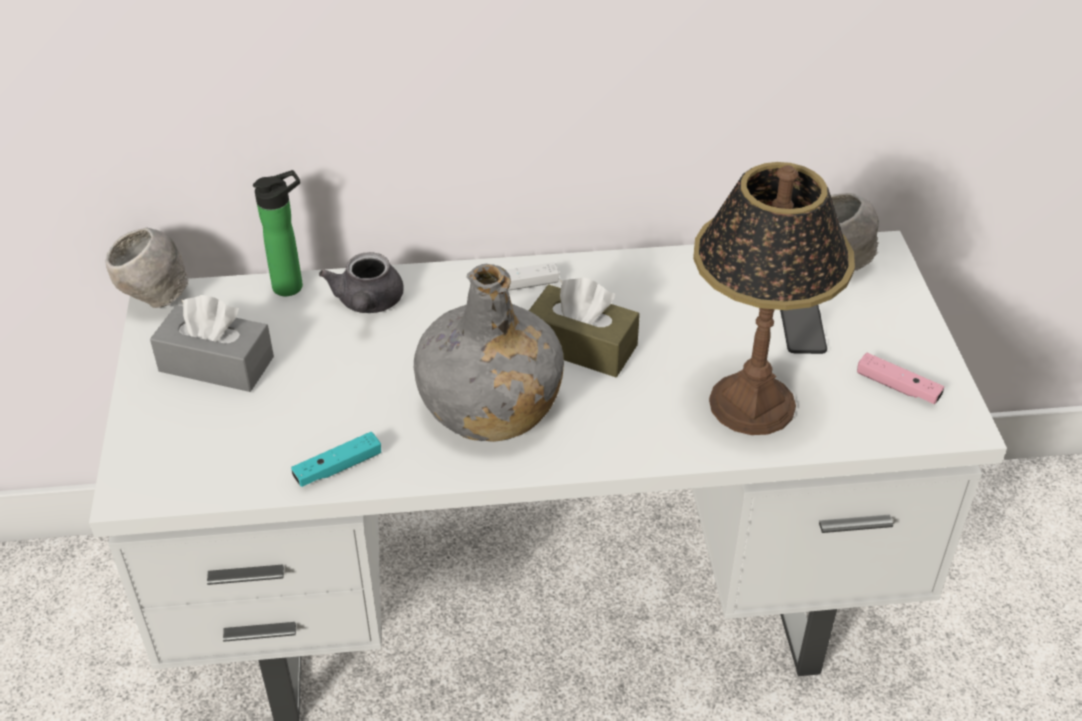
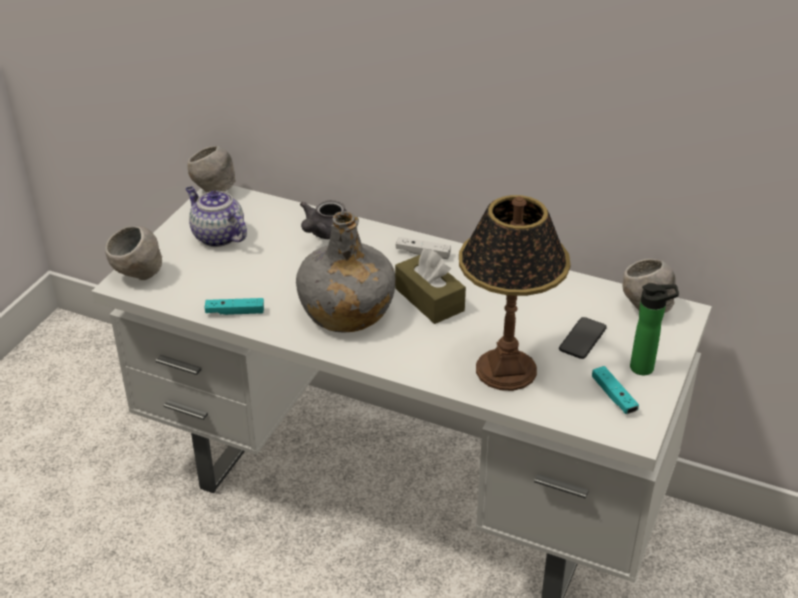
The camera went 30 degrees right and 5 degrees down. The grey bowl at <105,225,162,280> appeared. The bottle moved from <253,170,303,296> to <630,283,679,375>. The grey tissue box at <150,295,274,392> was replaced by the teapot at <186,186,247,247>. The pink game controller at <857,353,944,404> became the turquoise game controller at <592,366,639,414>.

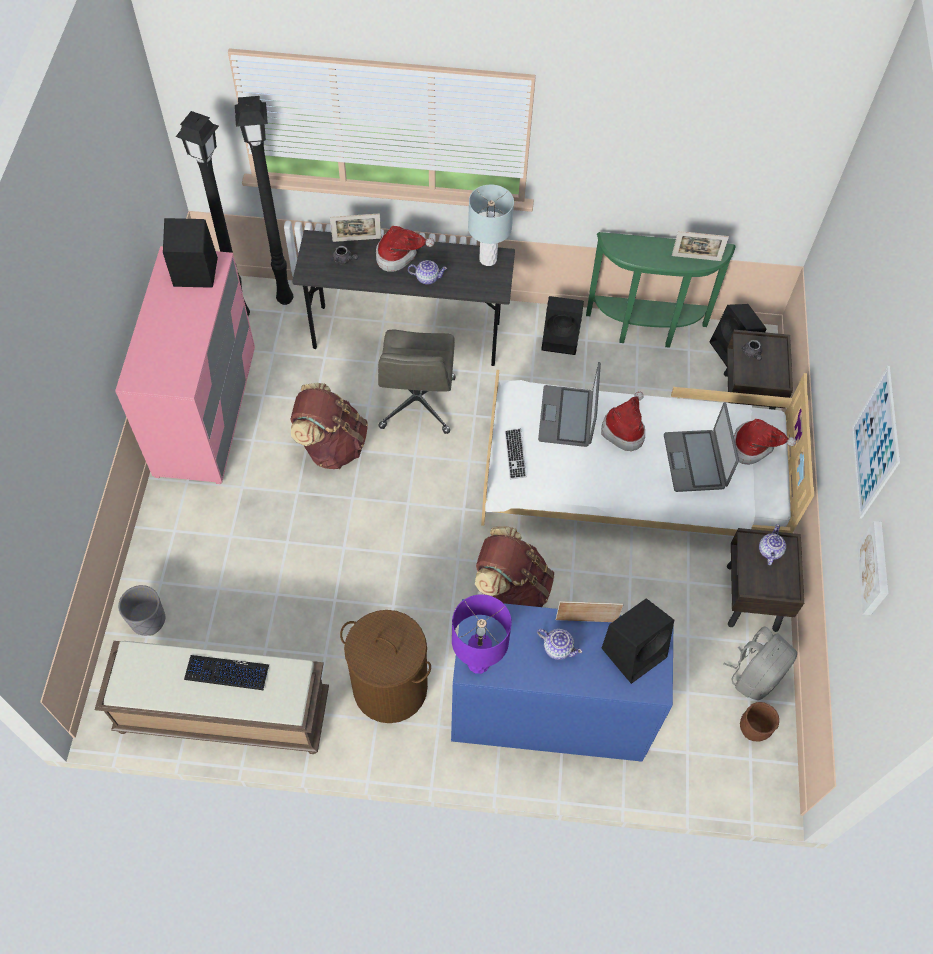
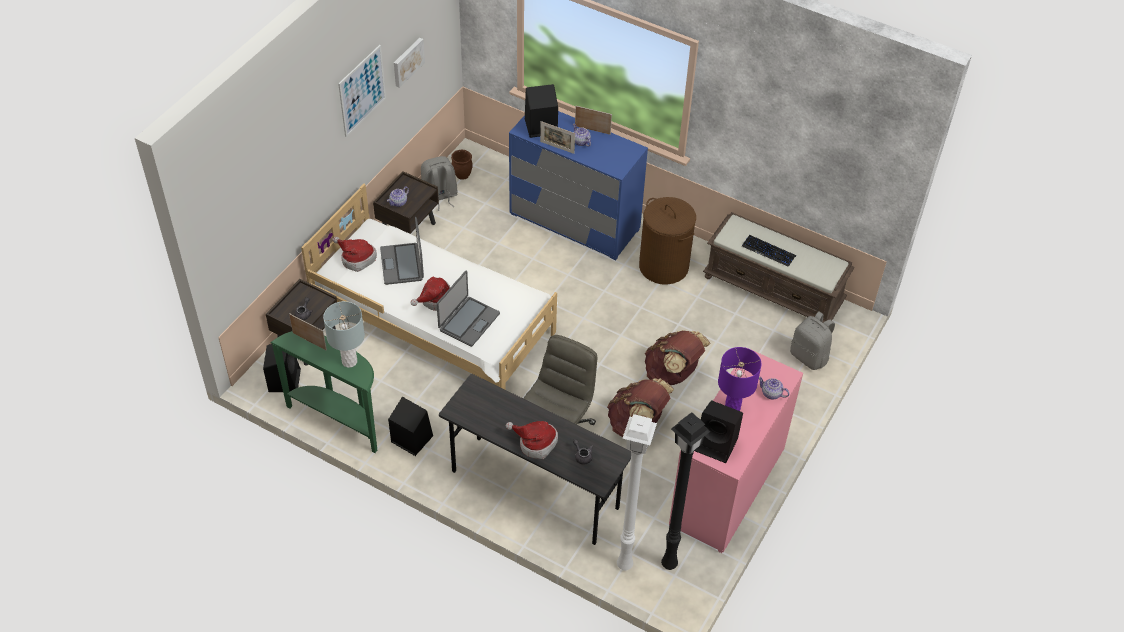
The camera went 155 degrees left and 10 degrees down. The keyboard at <505,429,527,480> disappeared. The picture frame moved from <330,213,381,242> to <575,106,612,135>. The teapot moved from <408,260,447,284> to <759,377,789,400>. The purple table lamp moved from <452,594,512,674> to <718,347,762,411>. The grey table lamp moved from <468,185,514,266> to <323,301,365,368>. The brown backpack moved from <475,526,554,607> to <645,330,710,385>. The grey planter at <118,585,165,636> was replaced by the grey backpack at <790,311,835,370>. The black floor lamp at <235,96,293,305> became the white floor lamp at <617,414,657,571>. The laptop at <664,402,739,492> turned 150 degrees clockwise.

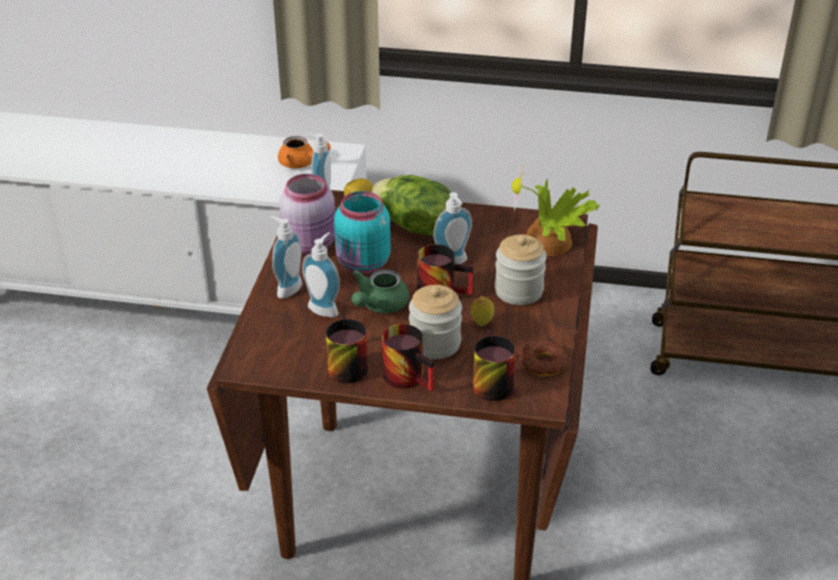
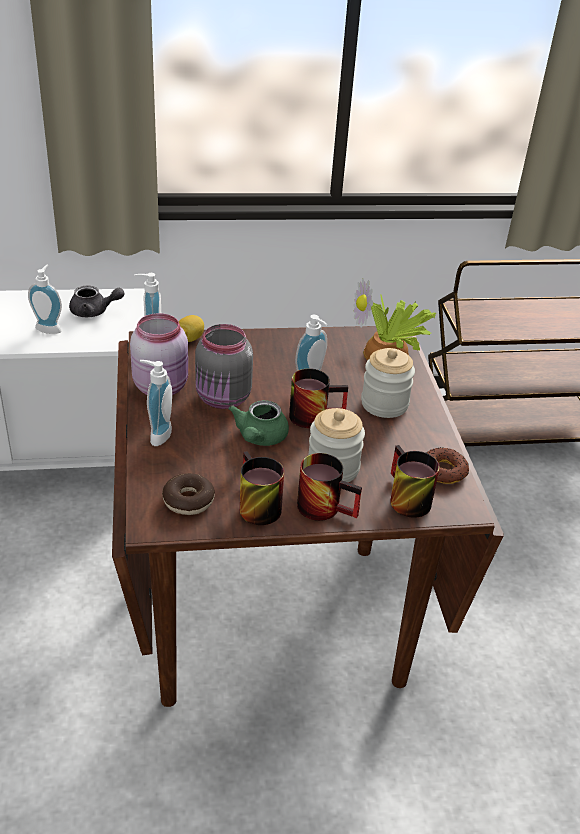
The camera went 20 degrees left and 0 degrees up. The lettuce at <372,175,451,237> disappeared. The lemon at <471,296,494,326> disappeared. The donut at <162,473,215,515> appeared. The soap dispenser moved from <302,232,340,317> to <28,265,62,334>. The orange teapot at <278,136,330,168> became the grey teapot at <69,286,124,317>. The turquoise jar at <334,191,391,274> became the grey jar at <195,324,253,409>.

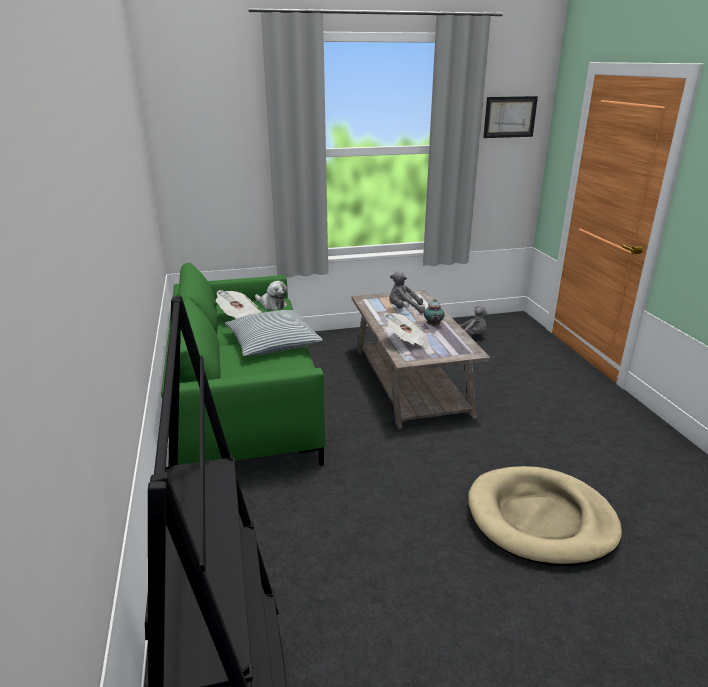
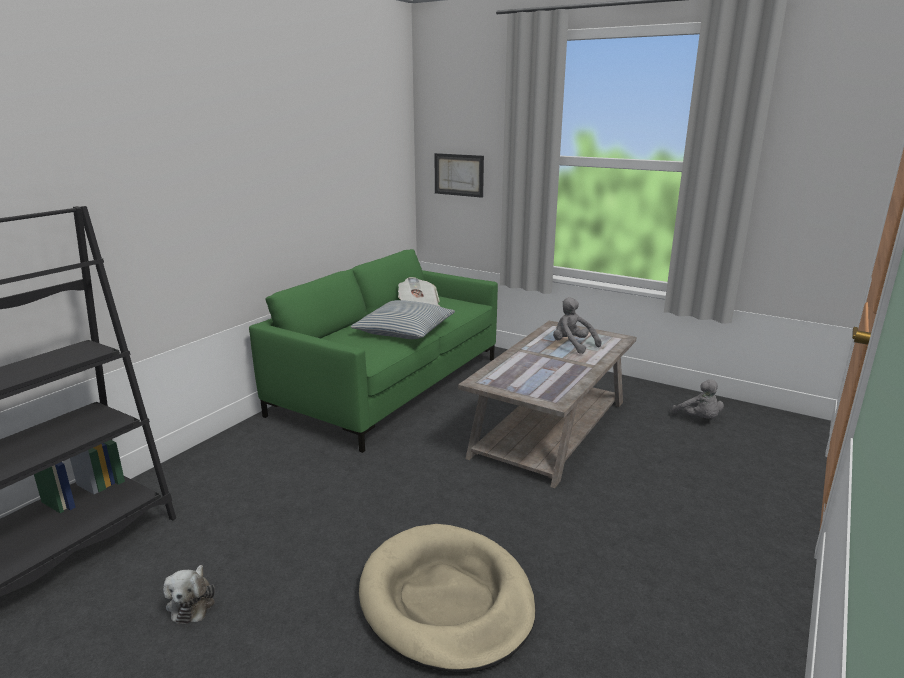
The camera went 45 degrees right and 5 degrees down. The newspaper at <384,313,430,348> disappeared. The teapot at <424,299,444,327> disappeared. The plush toy moved from <255,281,287,310> to <163,565,215,624>. The picture moved from <483,96,538,138> to <434,153,484,198>.

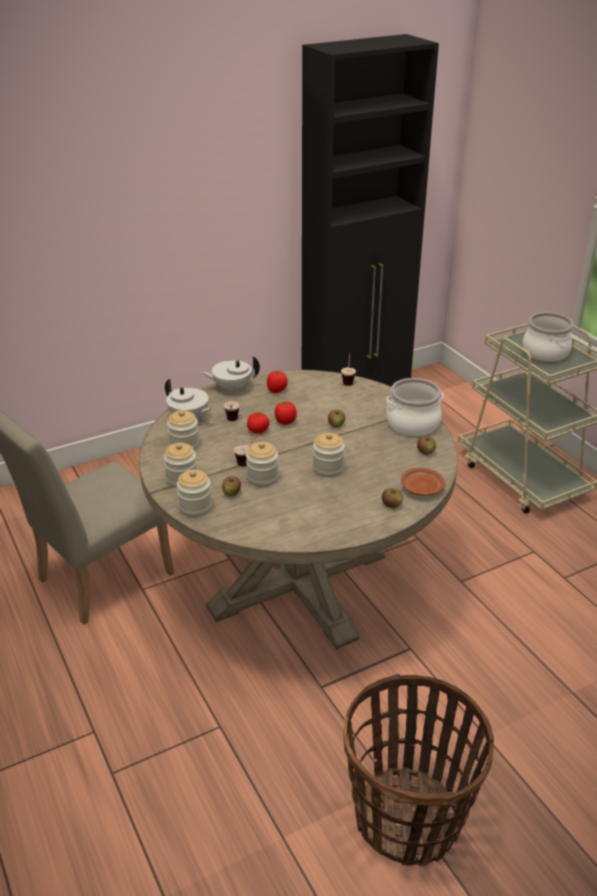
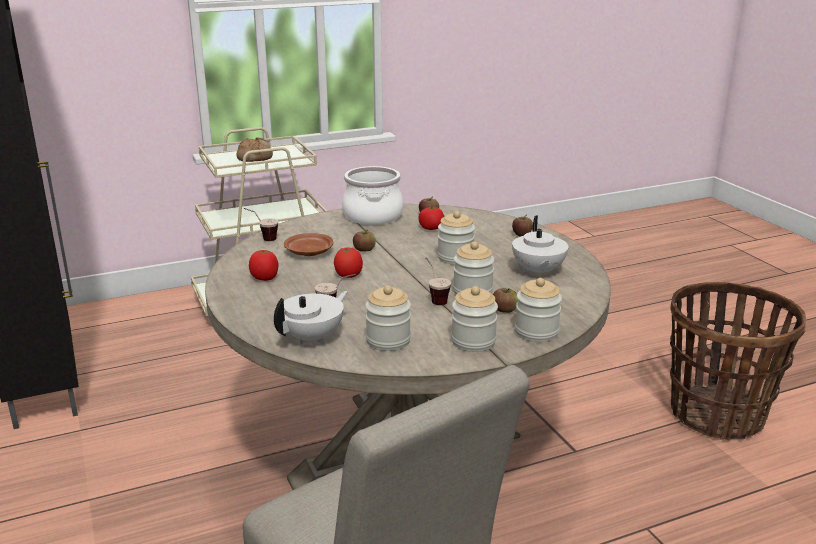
The camera went 85 degrees left and 10 degrees down. The white teapot moved from <200,356,260,393> to <512,216,569,278>. The tomato moved from <247,412,270,434> to <419,207,444,230>. The brown plate moved from <401,468,446,496> to <284,233,333,256>. The cooking pot at <522,312,574,362> was replaced by the bread at <236,137,273,162>.

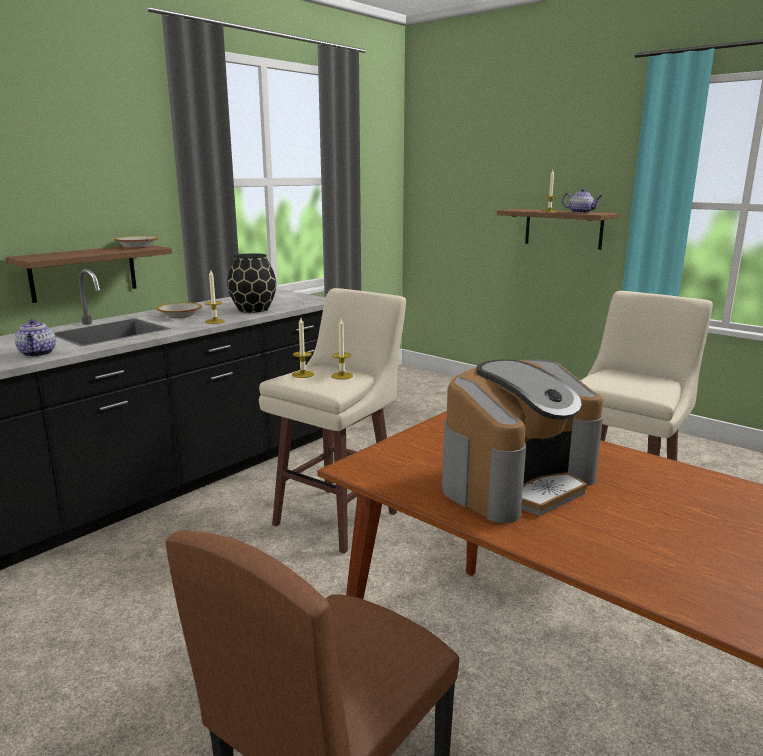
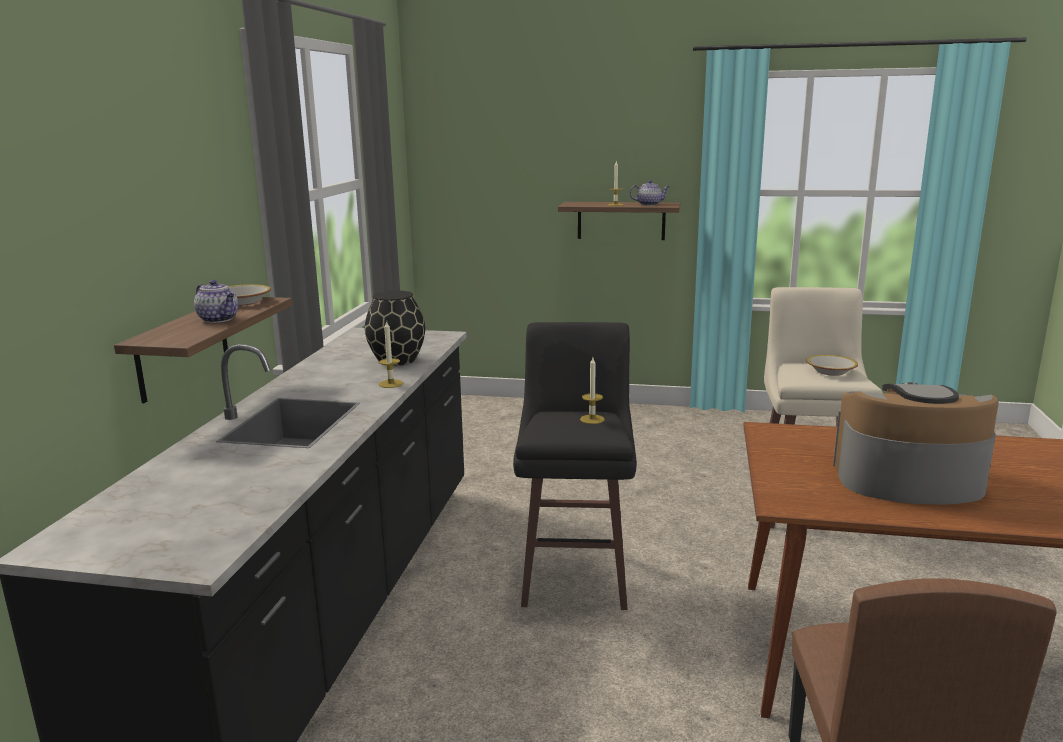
The camera went 30 degrees left and 0 degrees up. The candle at <292,318,314,378> disappeared. The teapot moved from <15,319,56,357> to <194,280,238,323>. The bowl moved from <157,302,202,318> to <806,355,858,376>. The beige stool at <259,288,406,554> became the black stool at <513,322,636,610>. The coffee machine at <442,359,603,523> turned 105 degrees counterclockwise.

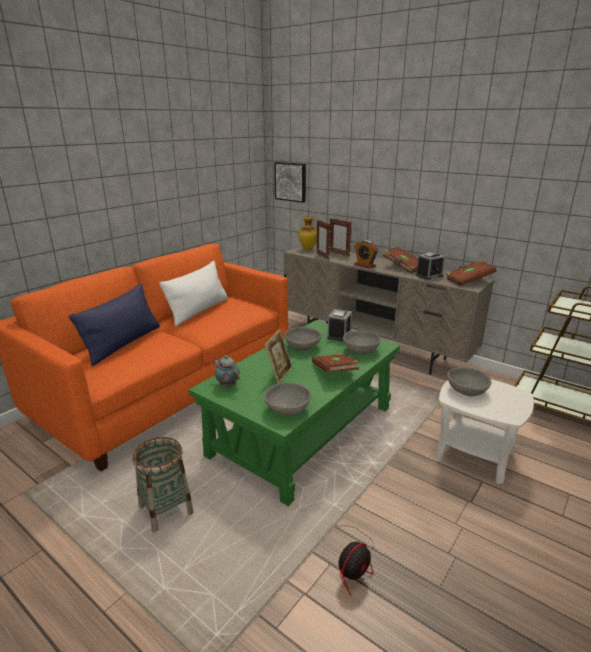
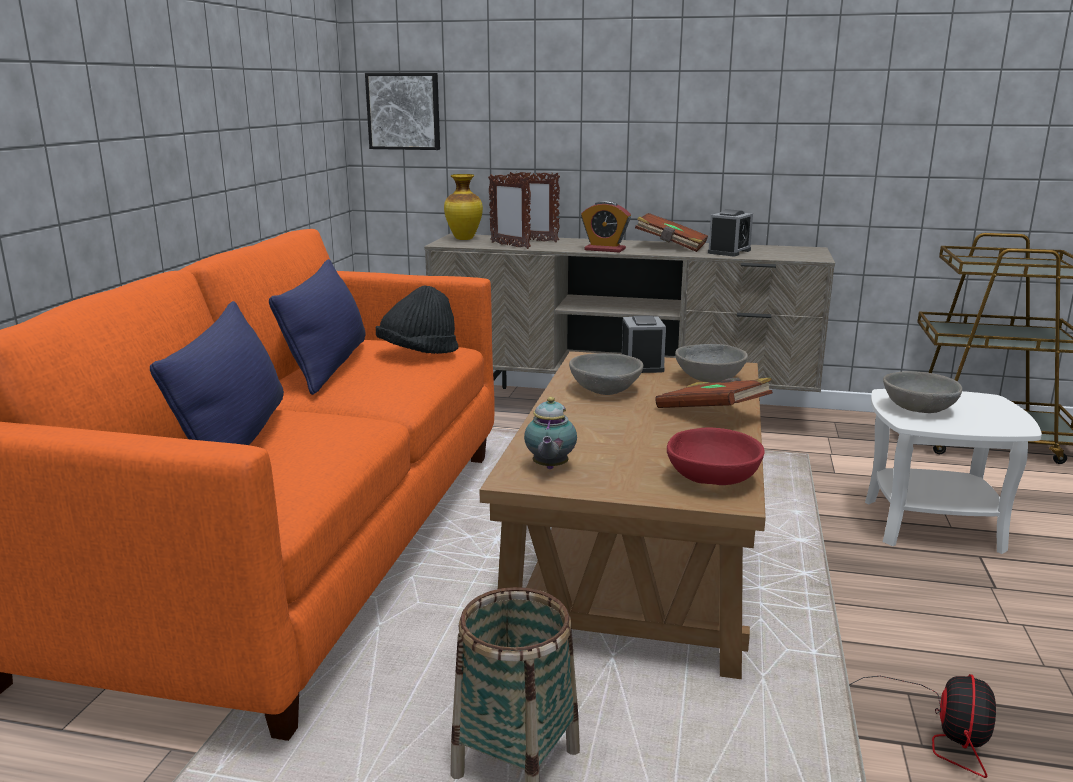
The camera went 25 degrees left and 5 degrees down. The picture frame at <264,330,292,384> disappeared. The brown book at <445,259,496,286> disappeared. The black hat at <376,285,458,354> appeared. The white pillow at <159,261,228,326> became the blue pillow at <269,259,366,395>. The green coffee table at <188,320,400,506> became the brown coffee table at <479,351,766,679>. The grey bowl at <264,382,311,415> became the red bowl at <667,428,765,485>. The teapot at <214,355,240,387> turned 105 degrees counterclockwise.

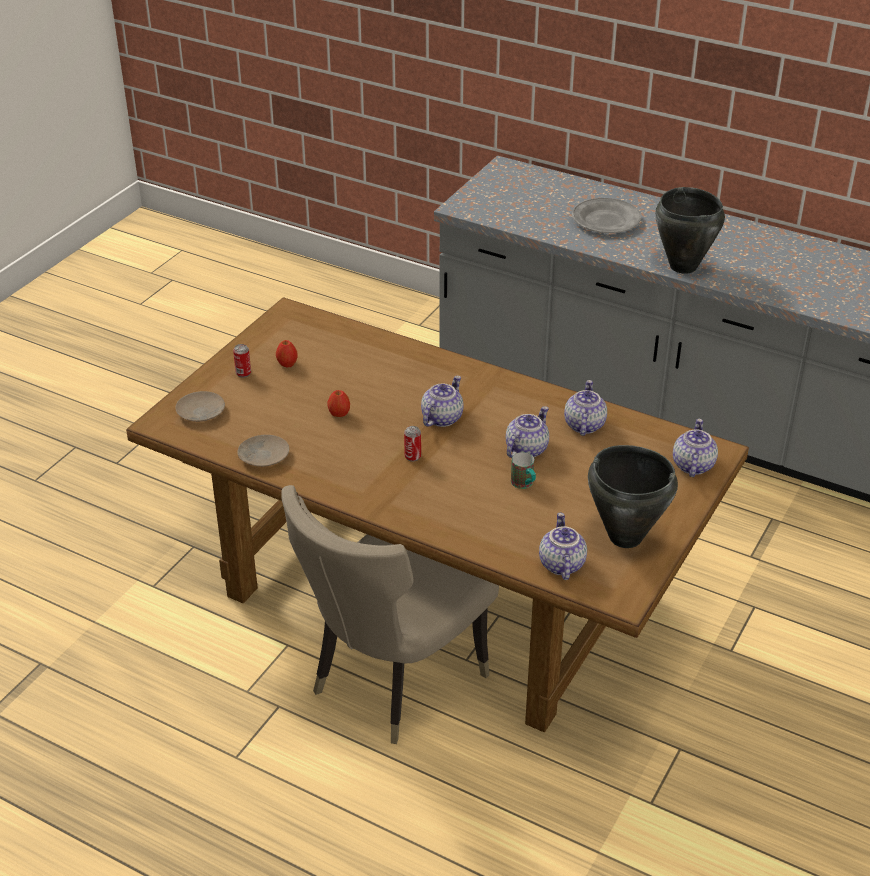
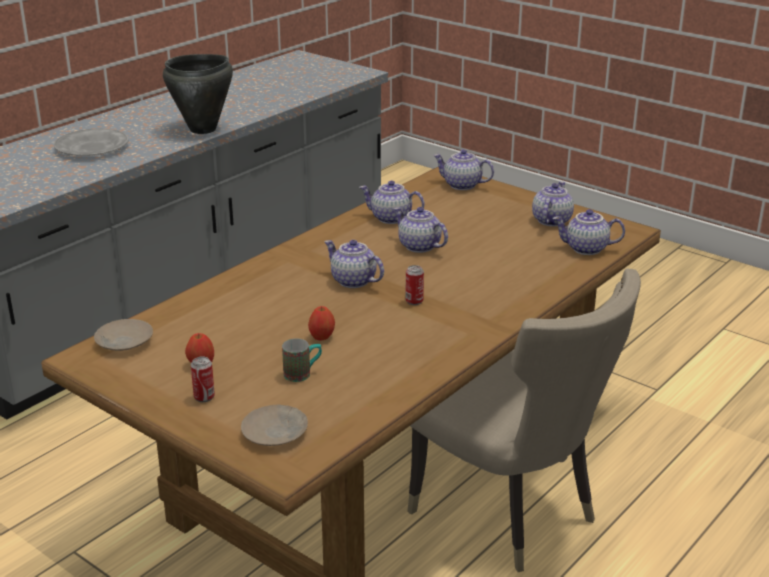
The camera went 80 degrees left and 10 degrees down. The beige plate moved from <237,435,289,467> to <94,319,153,351>. The mug moved from <511,452,536,489> to <282,339,322,382>. The black cooking pot at <588,445,678,548> was replaced by the teapot at <532,181,574,227>.

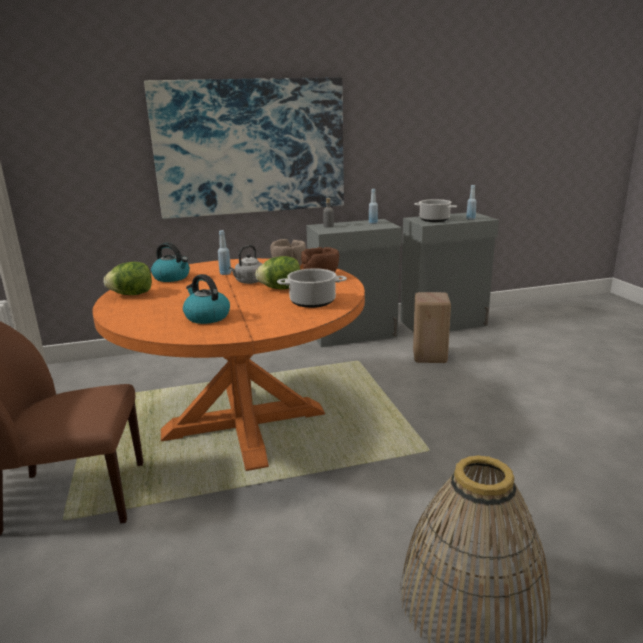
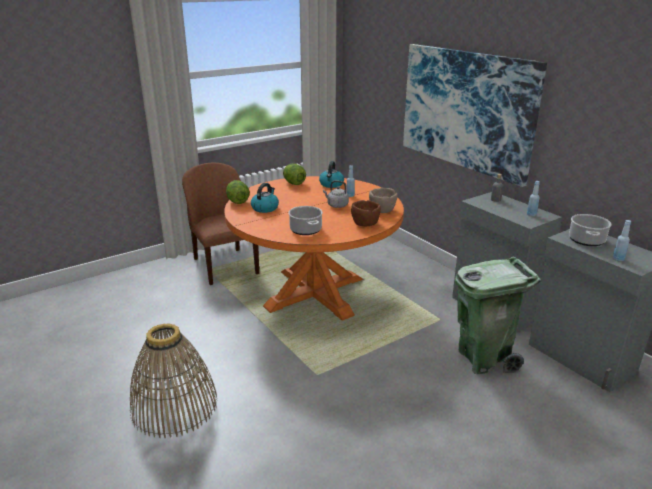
The camera went 70 degrees right and 5 degrees up. The lettuce moved from <255,256,300,290> to <226,180,250,204>. The beige stool at <413,292,451,363> was replaced by the green trash can at <455,257,541,374>.

